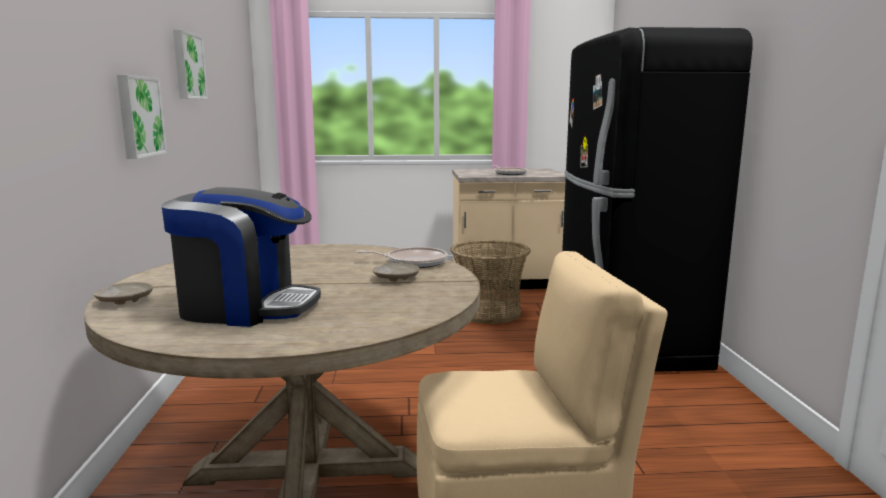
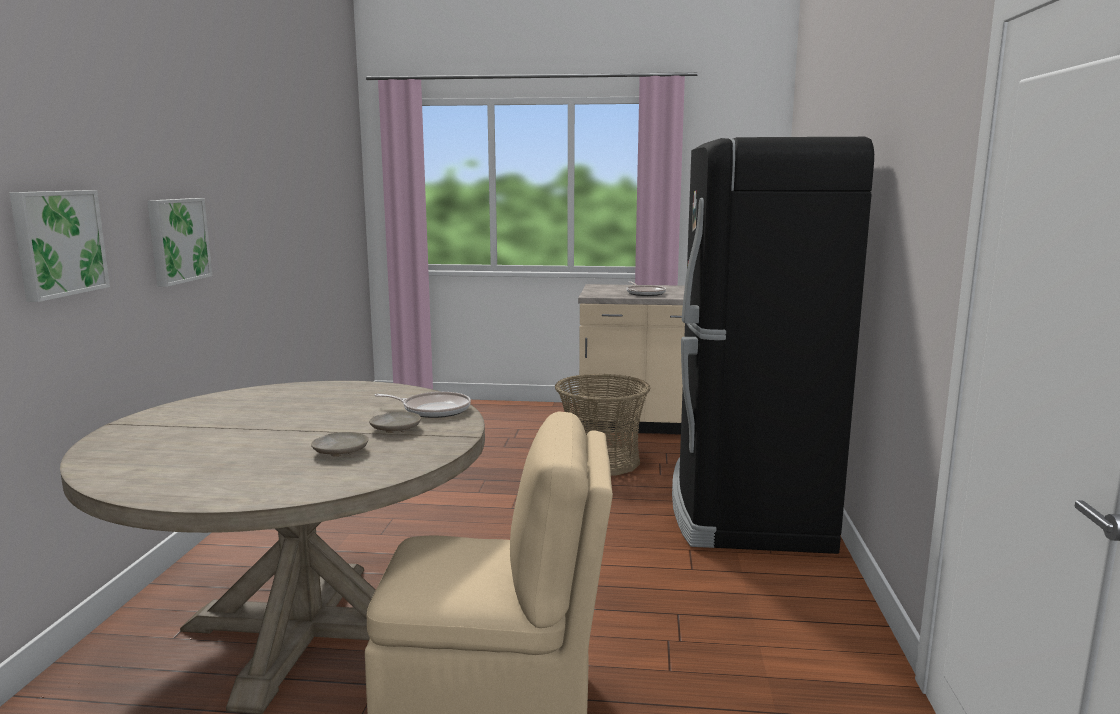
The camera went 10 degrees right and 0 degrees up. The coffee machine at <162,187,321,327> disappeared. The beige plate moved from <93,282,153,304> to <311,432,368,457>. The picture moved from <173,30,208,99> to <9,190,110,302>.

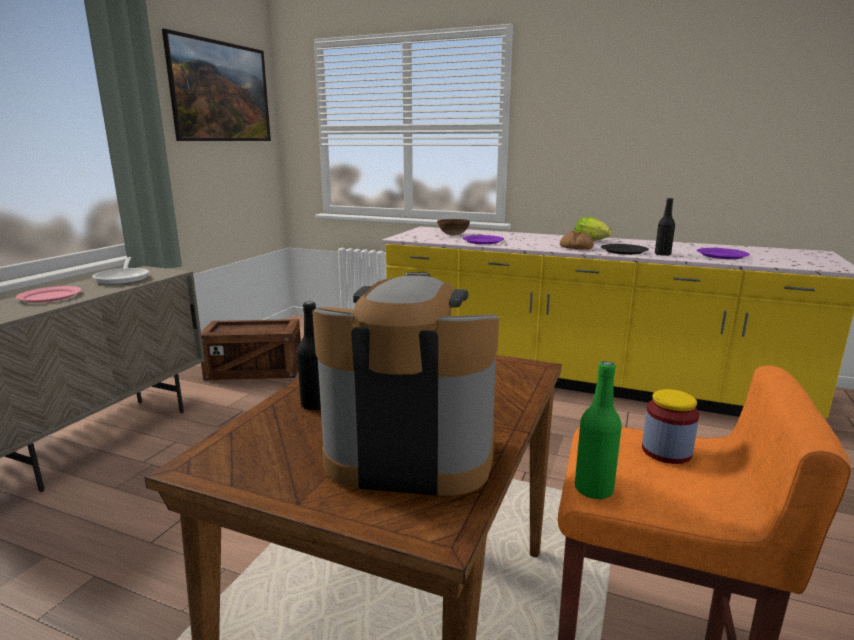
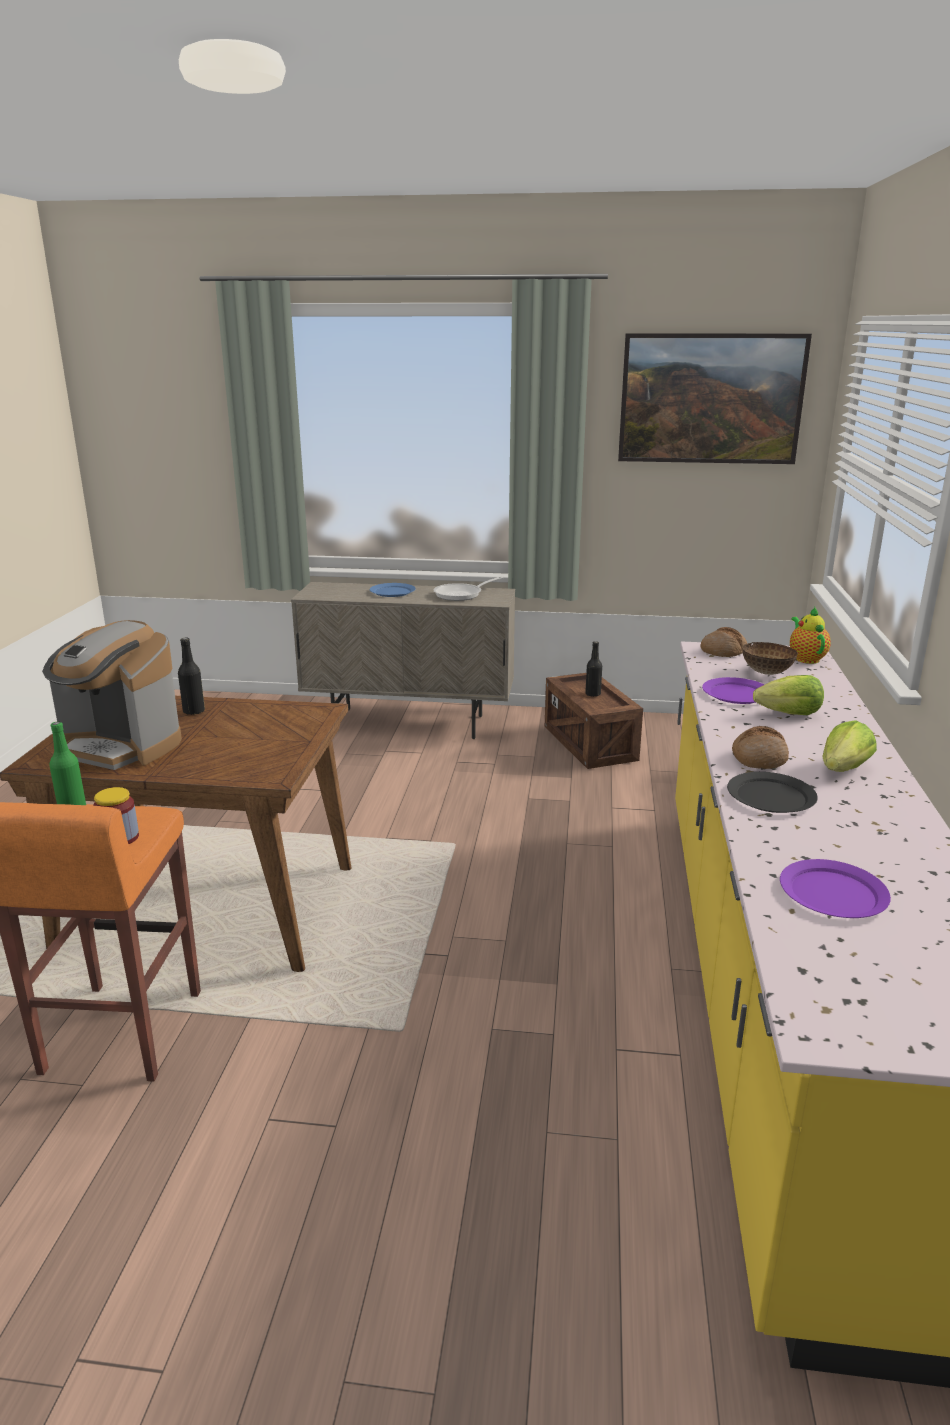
The camera went 75 degrees right and 5 degrees up. The bread at <701,627,747,657> appeared. The lettuce at <753,675,824,715> appeared. The teapot at <790,607,831,664> appeared. The black bottle moved from <655,198,675,256> to <585,641,602,697>. The pink plate at <16,286,81,303> became the blue plate at <370,583,416,597>. The coffee machine at <312,272,499,496> turned 120 degrees clockwise.

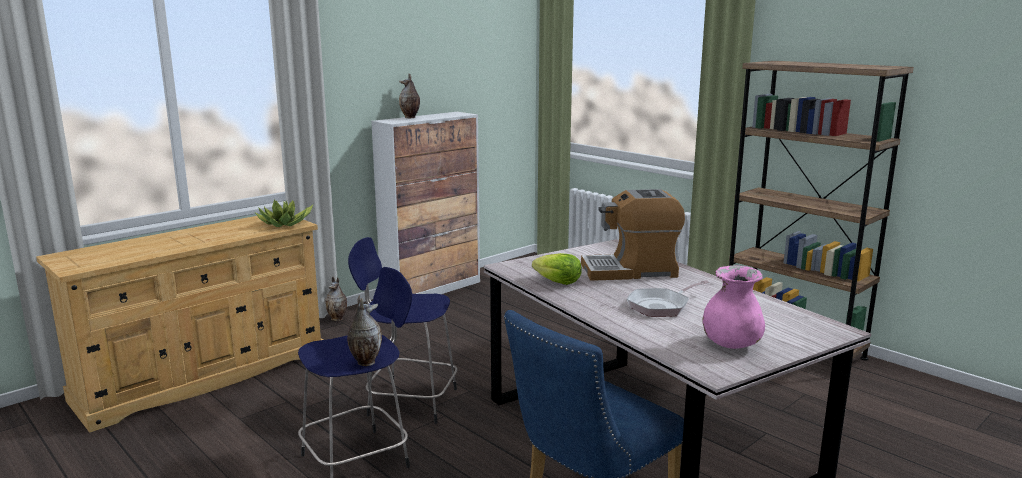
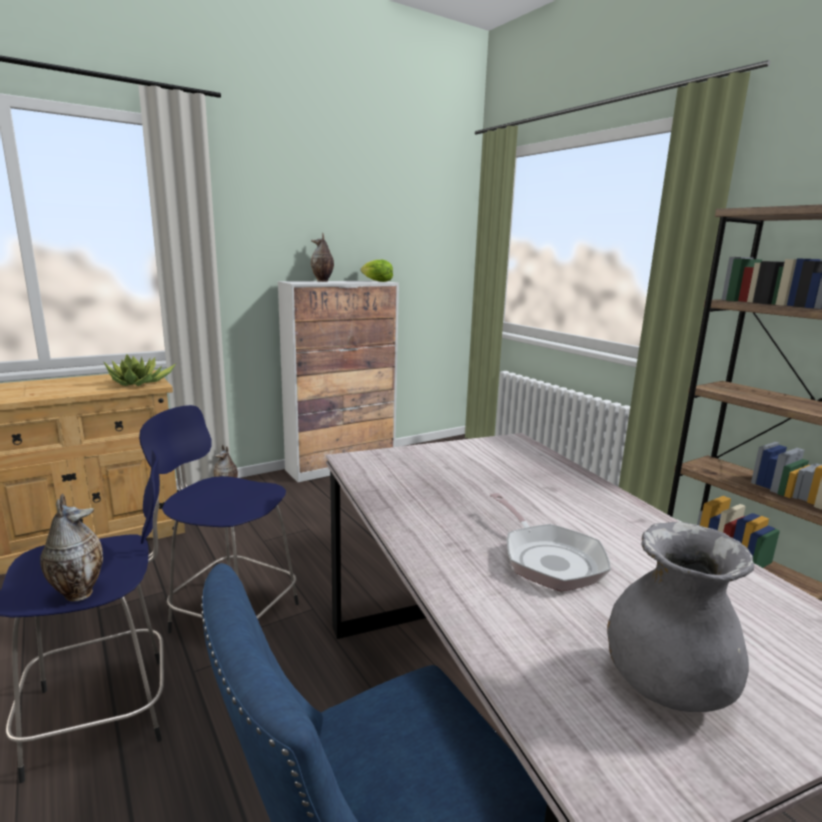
The camera went 10 degrees right and 0 degrees up. The coffee machine at <581,189,685,281> disappeared. The lettuce moved from <532,253,582,285> to <361,260,393,282>. The pink vase at <702,265,765,349> became the grey vase at <607,522,754,712>. The frying pan at <627,280,710,317> turned 90 degrees counterclockwise.

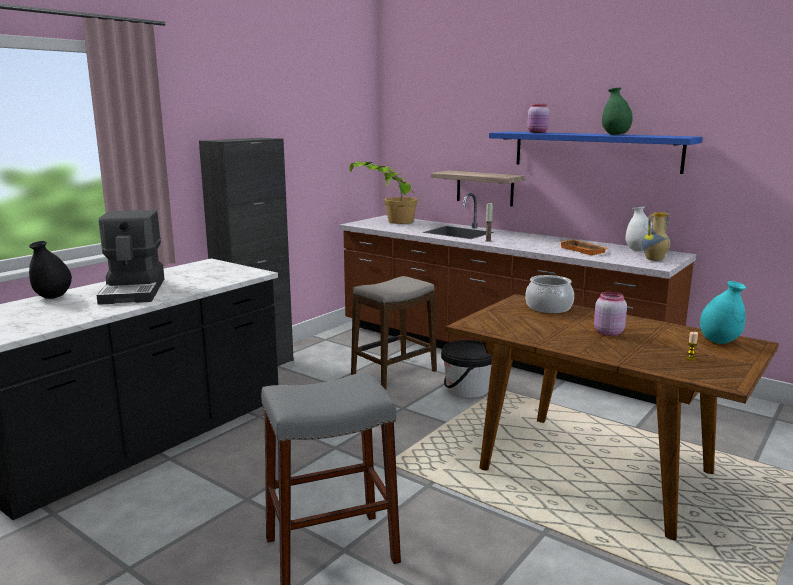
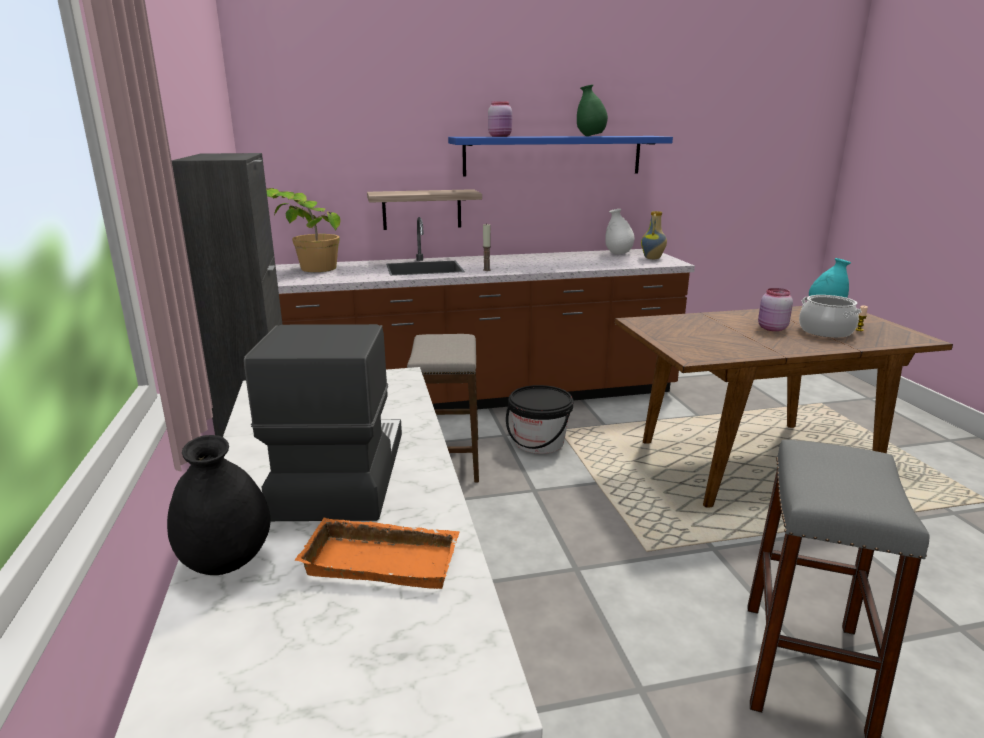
The camera went 50 degrees left and 5 degrees up. The cooking pot moved from <525,275,574,313> to <799,295,862,338>. The orange tray moved from <560,239,608,256> to <295,518,460,589>. The coffee machine at <96,210,164,305> turned 120 degrees counterclockwise.

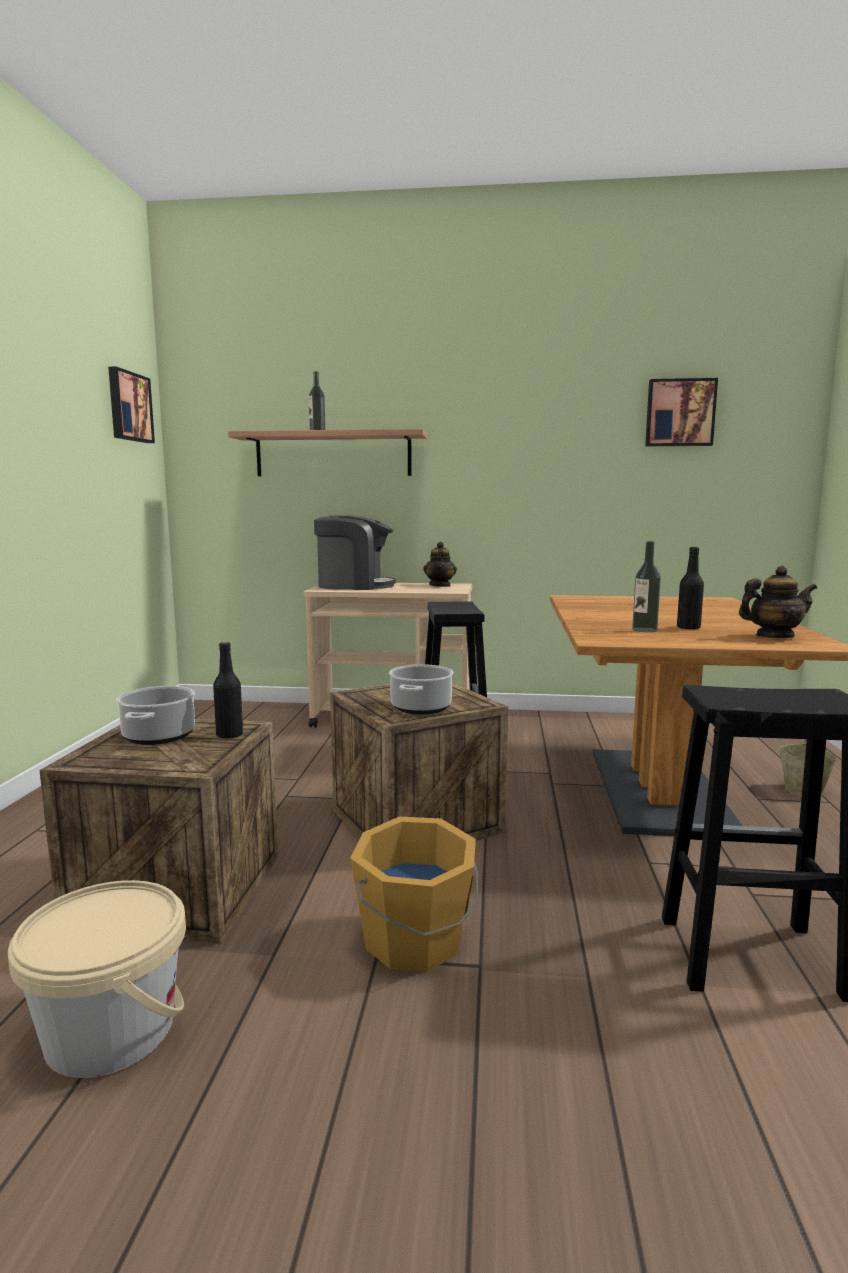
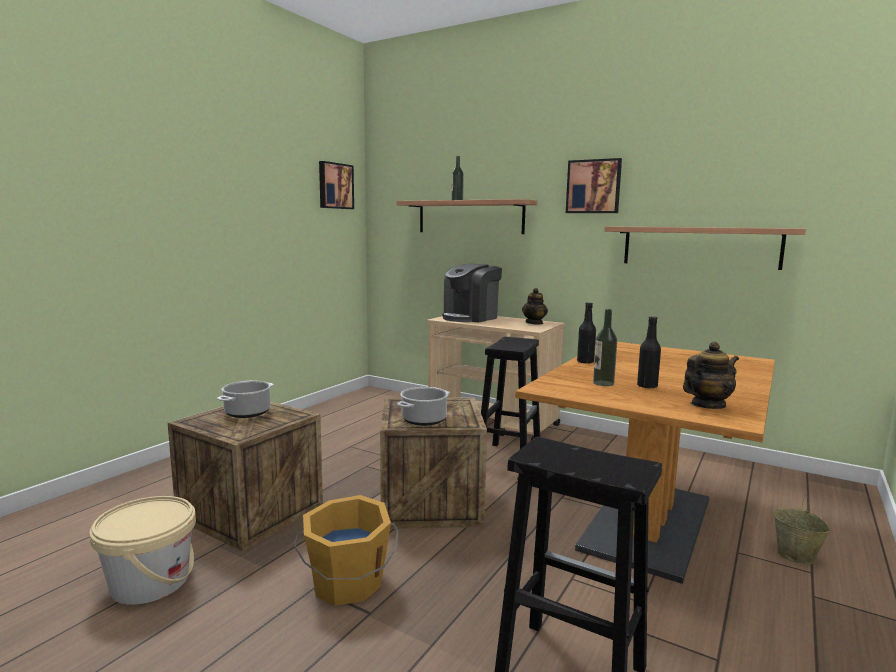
The camera went 25 degrees right and 0 degrees up. The shelf at <604,226,806,270> appeared. The black bottle moved from <213,642,243,739> to <577,302,596,364>. The picture moved from <645,378,718,446> to <566,158,622,213>. The coffee machine at <314,515,396,590> turned 105 degrees clockwise. The teapot at <739,566,817,638> turned 45 degrees counterclockwise.

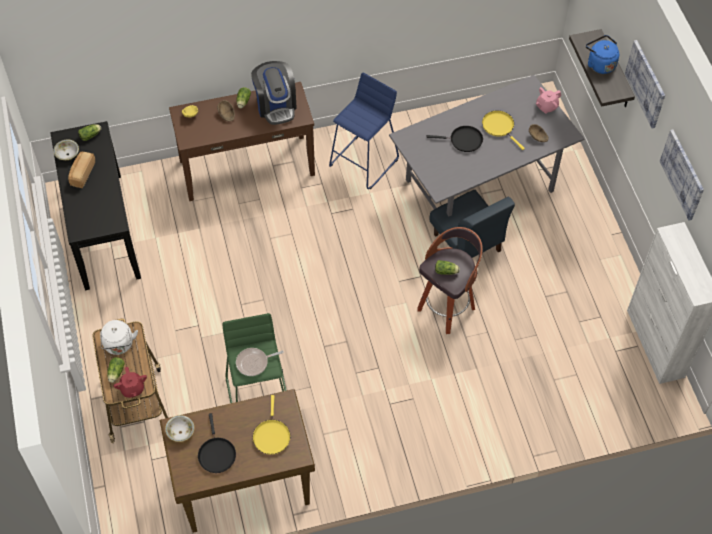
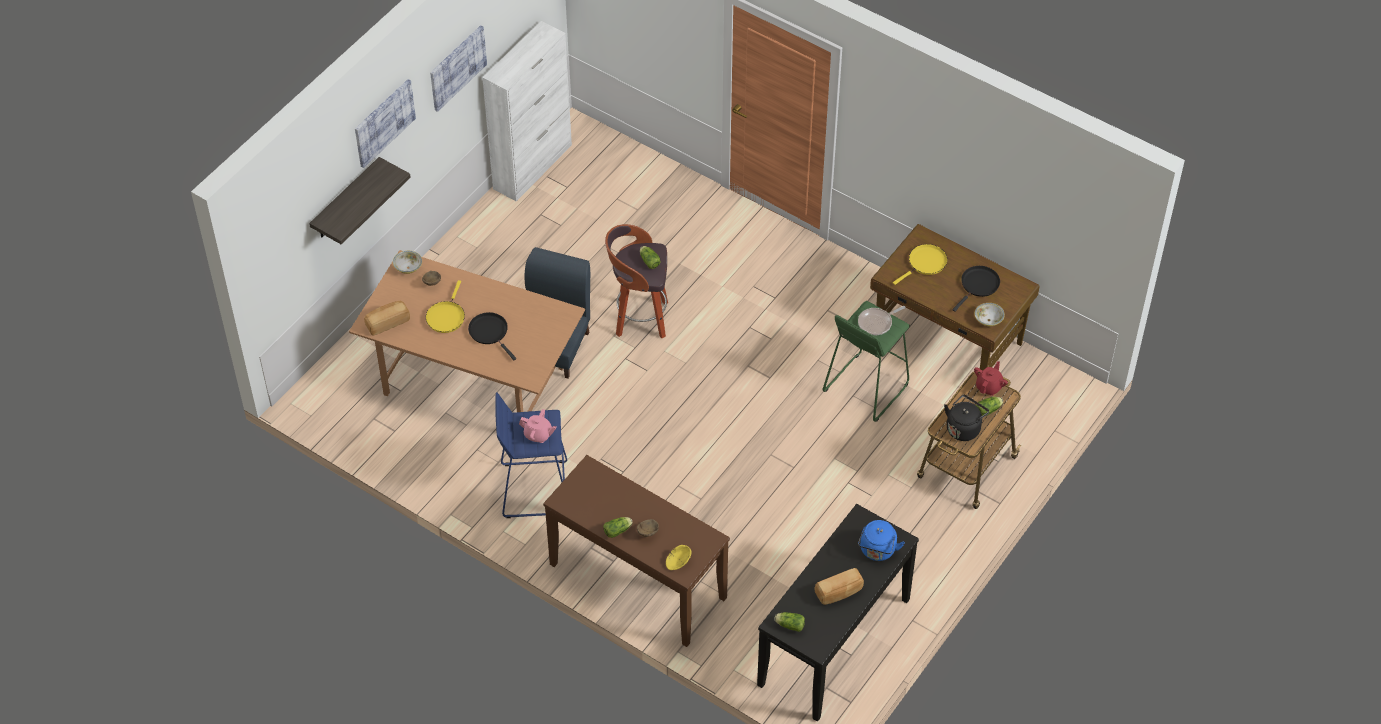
The camera went 130 degrees left and 5 degrees down. The coffee machine at <251,61,297,125> disappeared. The bread at <364,300,410,336> appeared. The bowl moved from <53,139,79,160> to <393,251,422,274>. The pink teapot moved from <536,87,561,114> to <519,409,557,443>. The blue kettle moved from <586,35,619,74> to <858,520,905,561>. The white kettle at <100,320,138,355> became the black kettle at <944,395,989,441>. The grey dining table at <389,75,585,216> became the brown dining table at <349,250,585,412>. The frying pan at <236,348,284,376> turned 120 degrees clockwise.

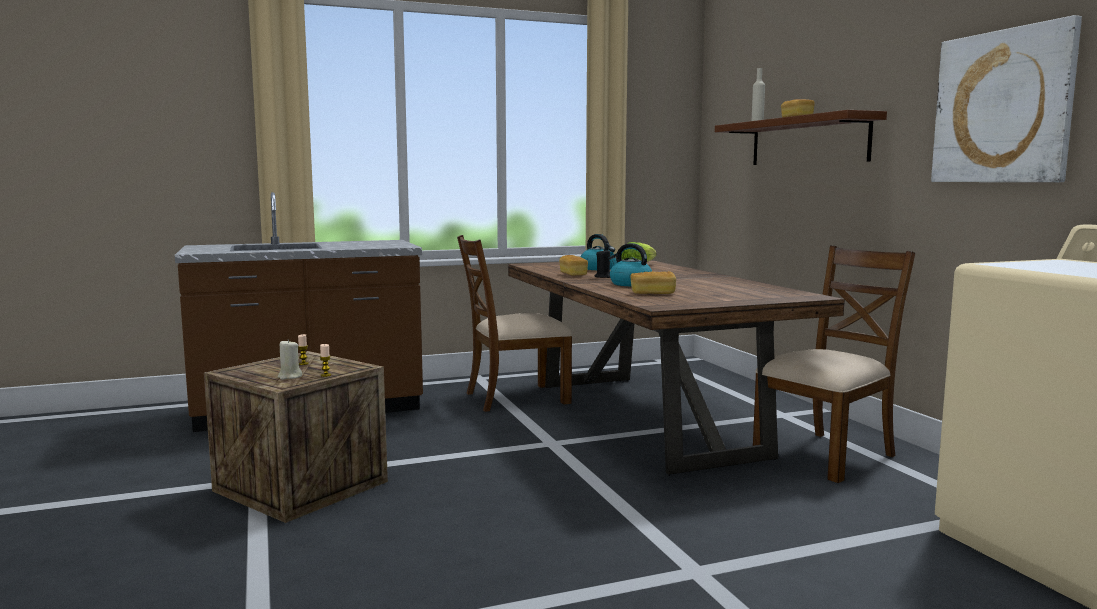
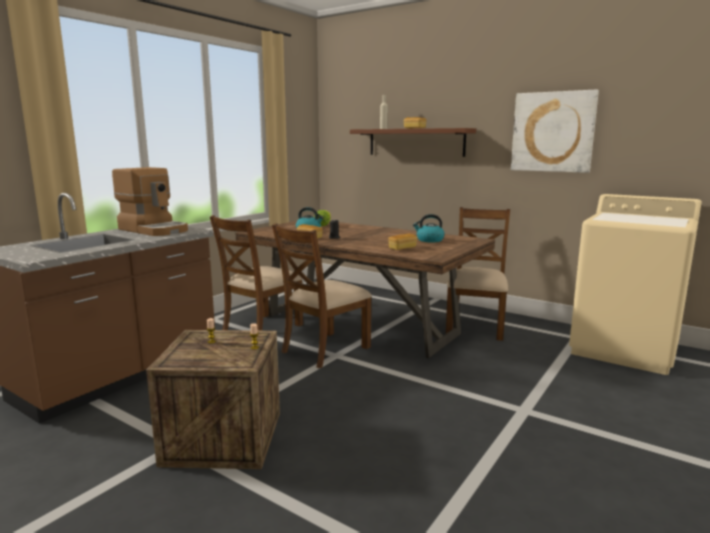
The camera went 35 degrees left and 5 degrees up. The beige candle at <278,339,302,380> disappeared. The coffee machine at <112,167,188,236> appeared. The brown chair at <272,223,372,368> appeared. The kettle moved from <608,243,652,286> to <413,214,445,243>.

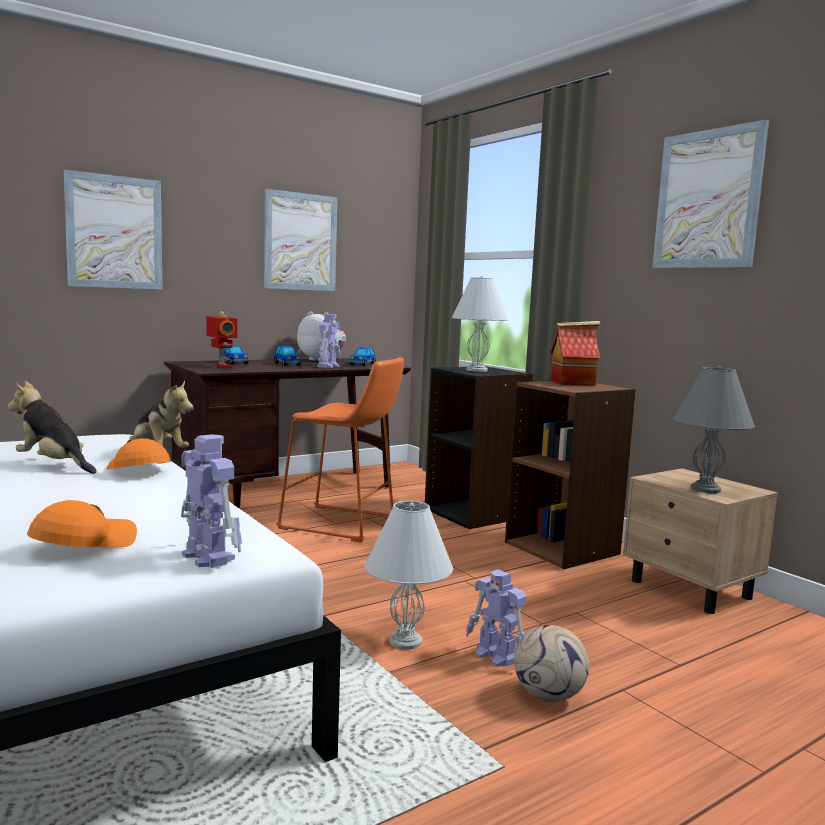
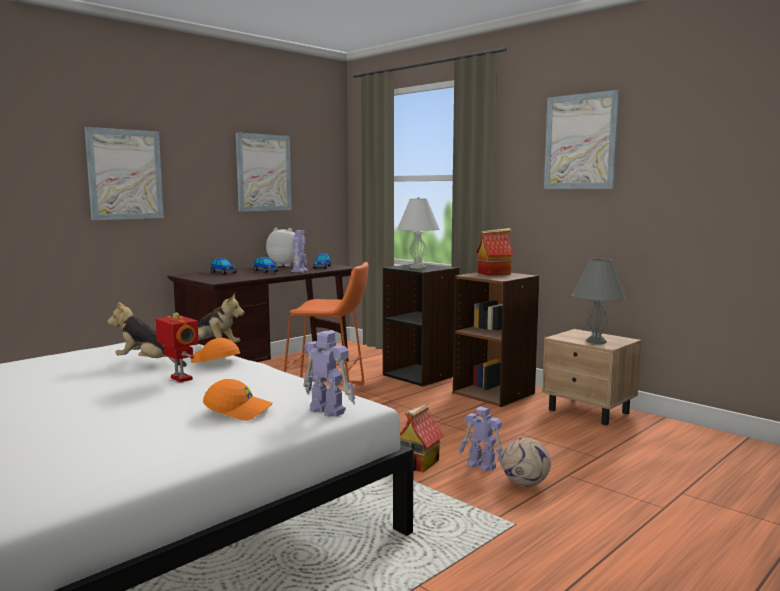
The camera went 10 degrees left and 0 degrees up. The toy robot moved from <206,311,238,368> to <156,313,199,382>. The white table lamp at <364,501,453,650> was replaced by the toy house at <400,404,444,472>. The orange cap at <27,500,137,547> turned 75 degrees clockwise.

